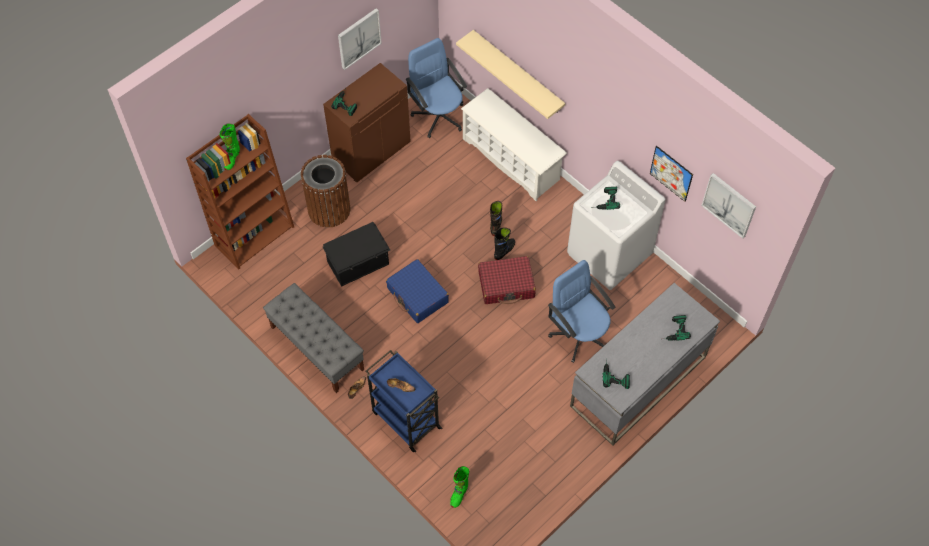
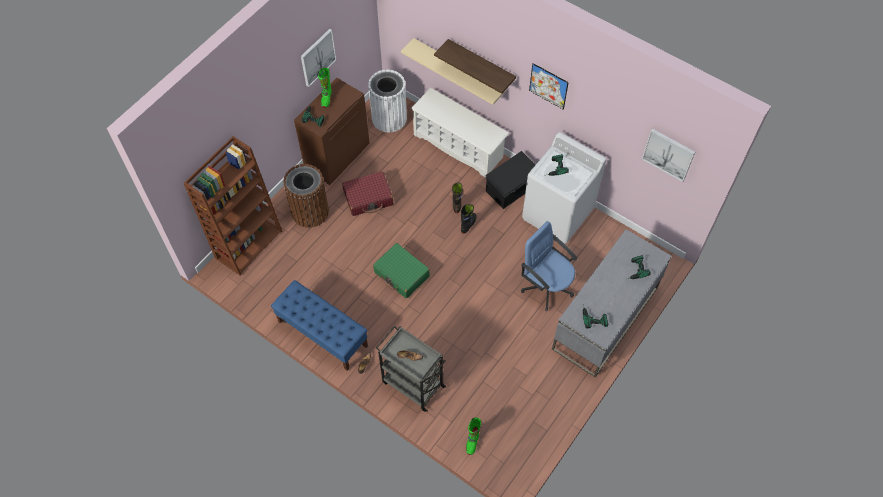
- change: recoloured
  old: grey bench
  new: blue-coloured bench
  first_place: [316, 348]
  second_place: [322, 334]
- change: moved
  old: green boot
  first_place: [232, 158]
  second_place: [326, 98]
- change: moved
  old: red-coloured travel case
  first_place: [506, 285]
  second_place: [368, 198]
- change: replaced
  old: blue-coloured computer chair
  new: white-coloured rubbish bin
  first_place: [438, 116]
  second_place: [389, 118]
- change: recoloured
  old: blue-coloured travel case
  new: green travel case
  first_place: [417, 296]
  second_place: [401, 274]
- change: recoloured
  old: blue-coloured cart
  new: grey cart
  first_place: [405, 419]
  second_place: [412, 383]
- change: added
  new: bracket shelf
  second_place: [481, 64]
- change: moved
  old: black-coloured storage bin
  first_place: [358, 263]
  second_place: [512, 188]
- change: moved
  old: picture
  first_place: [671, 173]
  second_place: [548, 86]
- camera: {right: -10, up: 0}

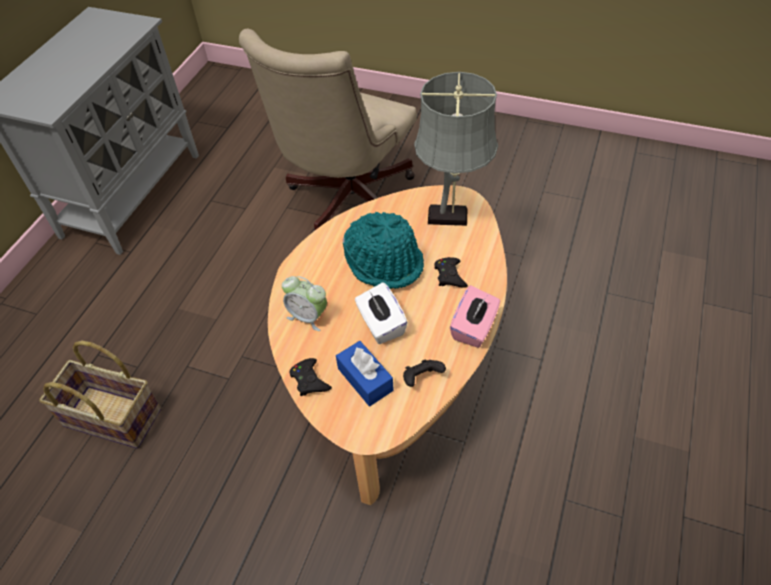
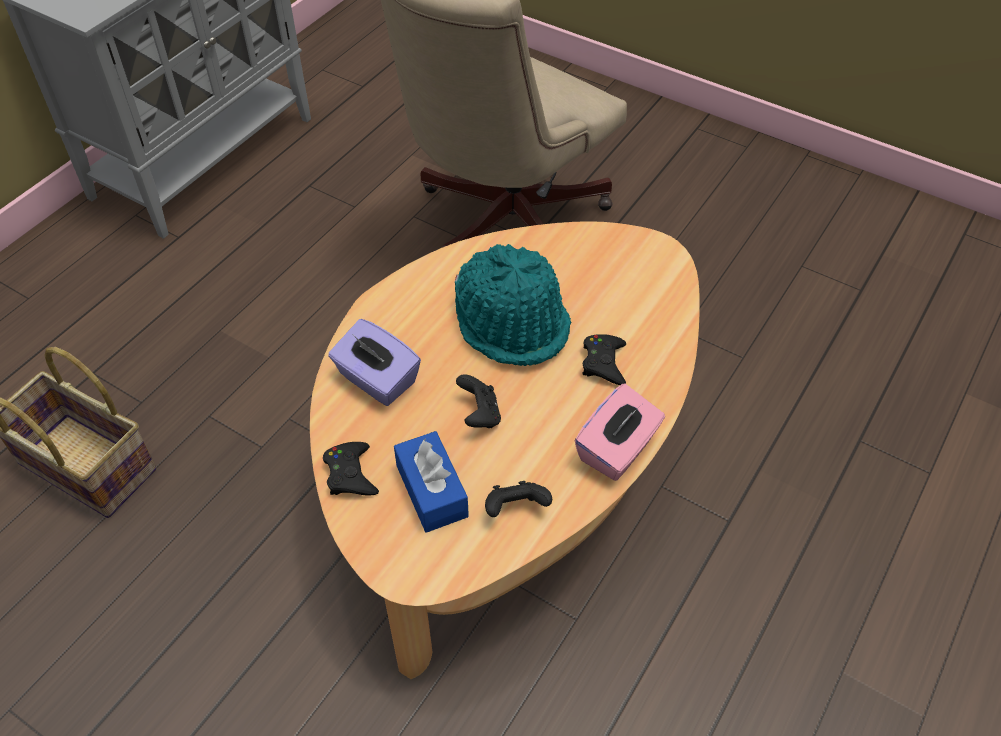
- change: replaced
  old: bedside clock
  new: purplish box of tissues
  first_place: [308, 316]
  second_place: [377, 380]
- change: replaced
  old: white-coloured box of tissues
  new: black-coloured joypad
  first_place: [381, 325]
  second_place: [479, 415]
- change: removed
  old: grey tabletop lamp
  first_place: [452, 217]
- camera: {right: 10, up: 0}

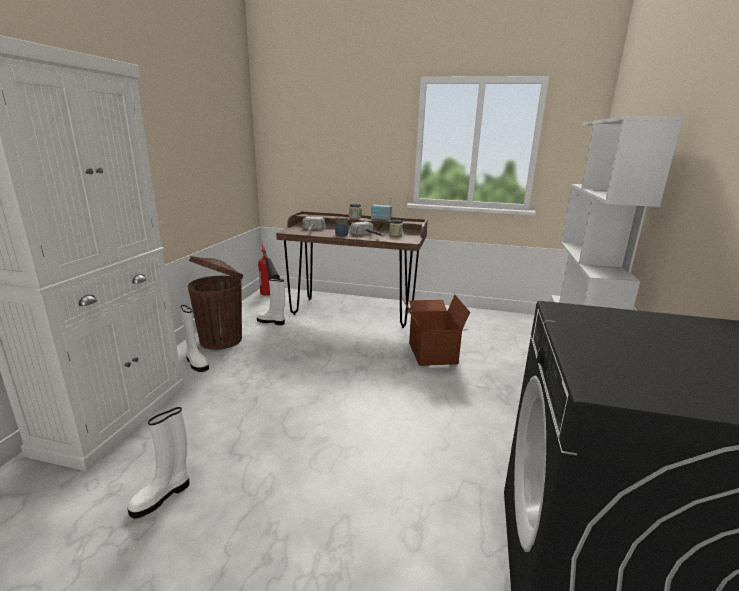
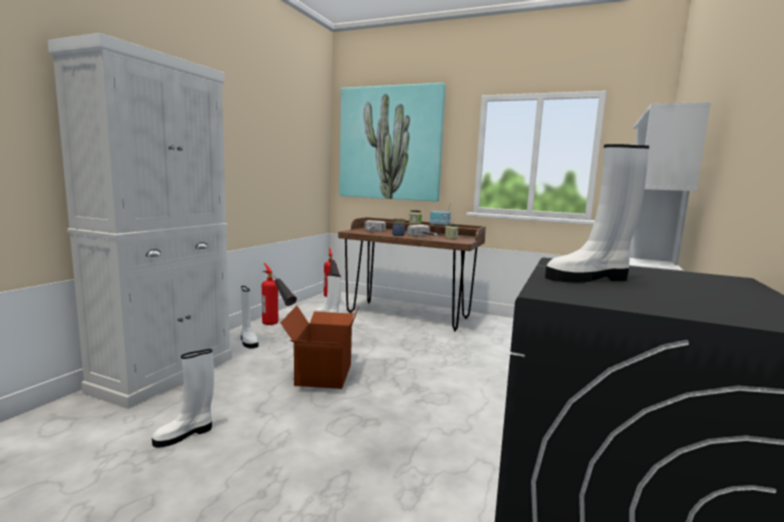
- change: replaced
  old: brown-coloured rubbish bin
  new: fire-fighting cylinder
  first_place: [222, 339]
  second_place: [277, 326]
- change: moved
  old: cardboard box
  first_place: [431, 353]
  second_place: [322, 374]
- change: added
  new: picture
  second_place: [390, 143]
- change: added
  new: white-coloured boot
  second_place: [589, 278]
- camera: {right: 10, up: -10}

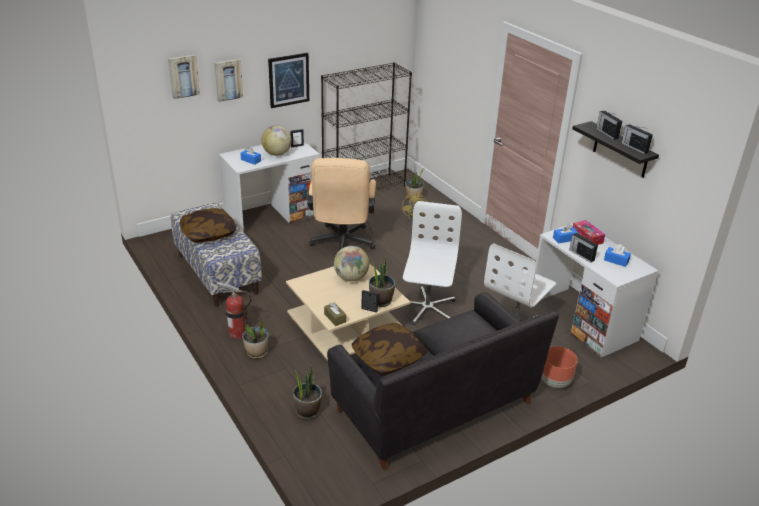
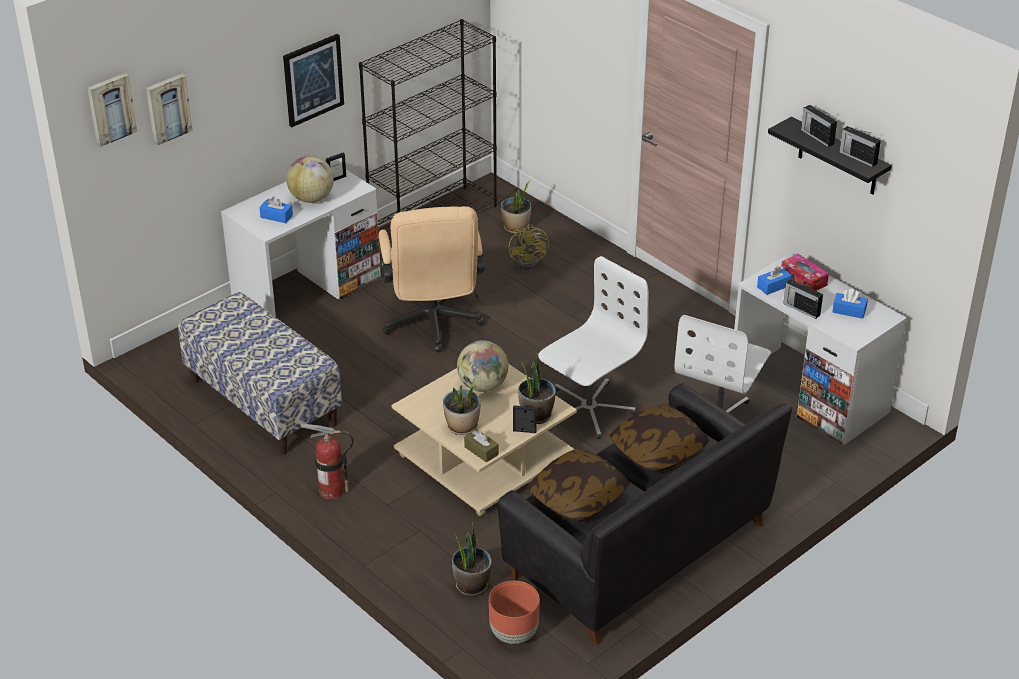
- change: moved
  old: picture
  first_place: [228, 79]
  second_place: [111, 108]
- change: moved
  old: houseplant
  first_place: [257, 353]
  second_place: [462, 427]
- change: moved
  old: brown-coloured flower pot
  first_place: [554, 383]
  second_place: [514, 634]
- change: turned
  old: white-coloured computer chair
  first_place: [426, 308]
  second_place: [588, 409]
  degrees: 45
- change: moved
  old: throw pillow
  first_place: [208, 234]
  second_place: [658, 451]
- camera: {right: -10, up: 5}

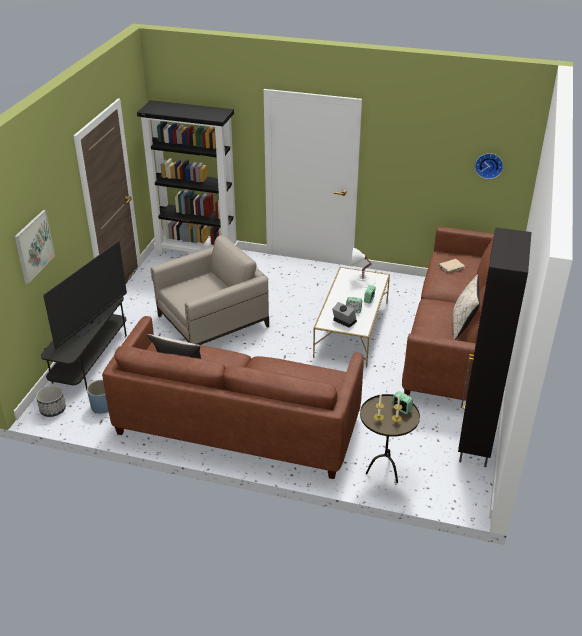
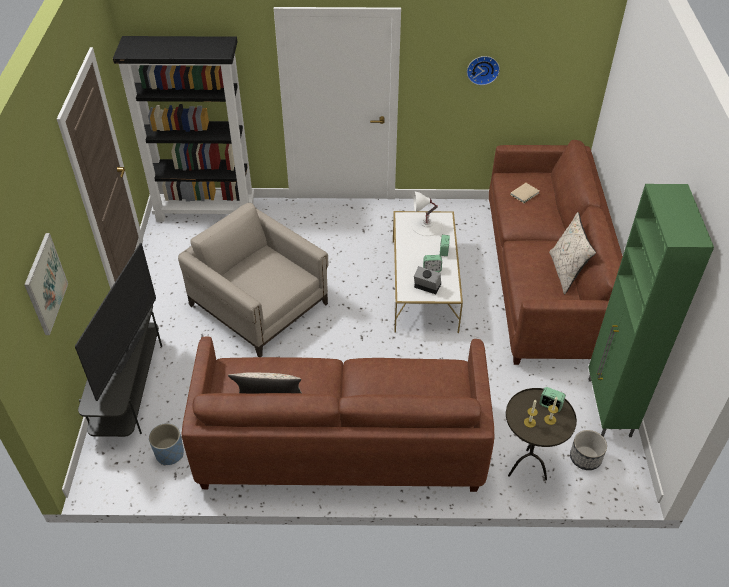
- change: turned
  old: beige-coloured lounge chair
  first_place: [212, 321]
  second_place: [259, 305]
  degrees: -90
- change: moved
  old: hanging clock
  first_place: [489, 165]
  second_place: [482, 69]
- change: moved
  old: flower pot
  first_place: [53, 409]
  second_place: [585, 458]
- change: recoloured
  old: black-coloured cabinet
  new: green cabinet
  first_place: [474, 443]
  second_place: [608, 408]
- camera: {right: -15, up: 10}

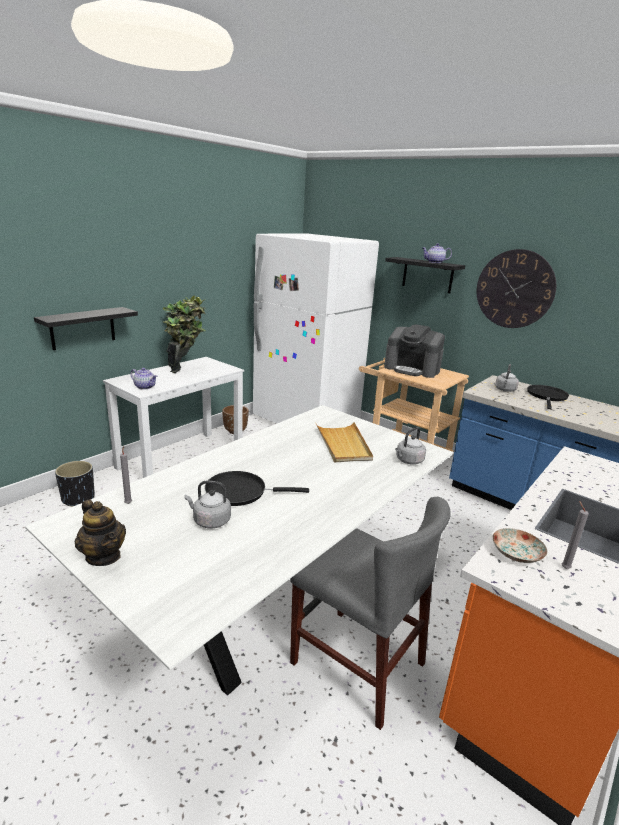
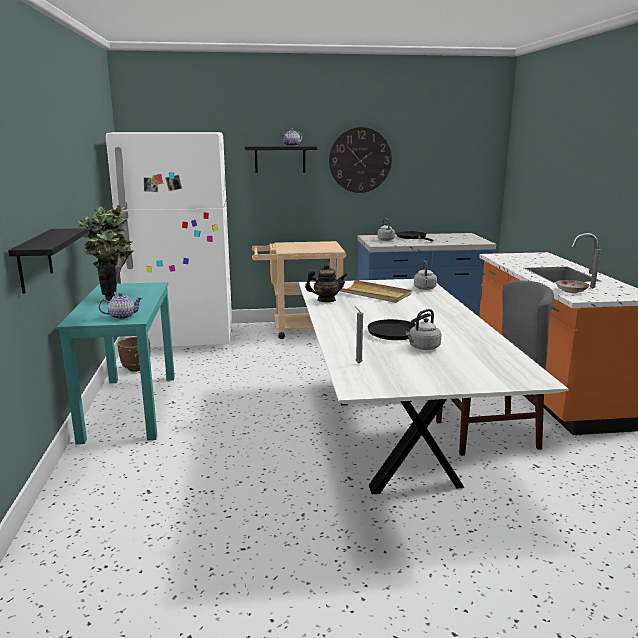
- change: recoloured
  old: white-coloured desk unit
  new: blue-green desk unit
  first_place: [181, 458]
  second_place: [131, 406]
- change: moved
  old: tea pot
  first_place: [103, 556]
  second_place: [326, 300]
- change: removed
  old: black-coloured flower pot
  first_place: [78, 498]
- change: removed
  old: coffee maker
  first_place: [412, 369]
- camera: {right: -45, up: -5}

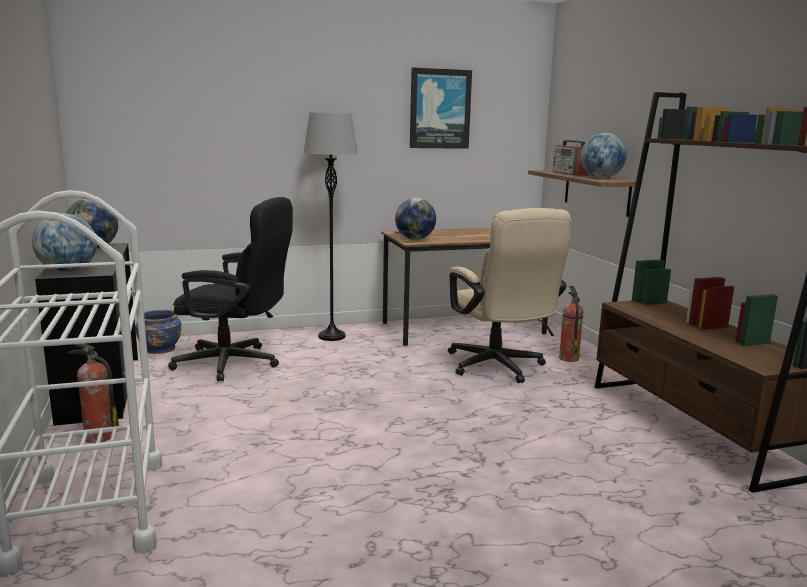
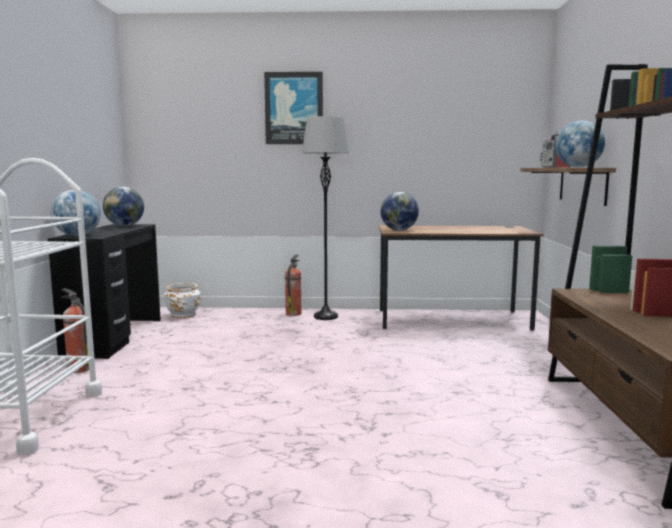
- change: recoloured
  old: blue-coloured flower pot
  new: white-coloured flower pot
  first_place: [160, 349]
  second_place: [183, 314]
- change: moved
  old: picture
  first_place: [440, 109]
  second_place: [294, 108]
- change: moved
  old: fire-fighting cylinder
  first_place: [568, 358]
  second_place: [293, 313]
- change: removed
  old: black-coloured computer chair
  first_place: [236, 363]
- change: removed
  old: beige-coloured computer chair
  first_place: [499, 368]
- camera: {right: 20, up: -5}

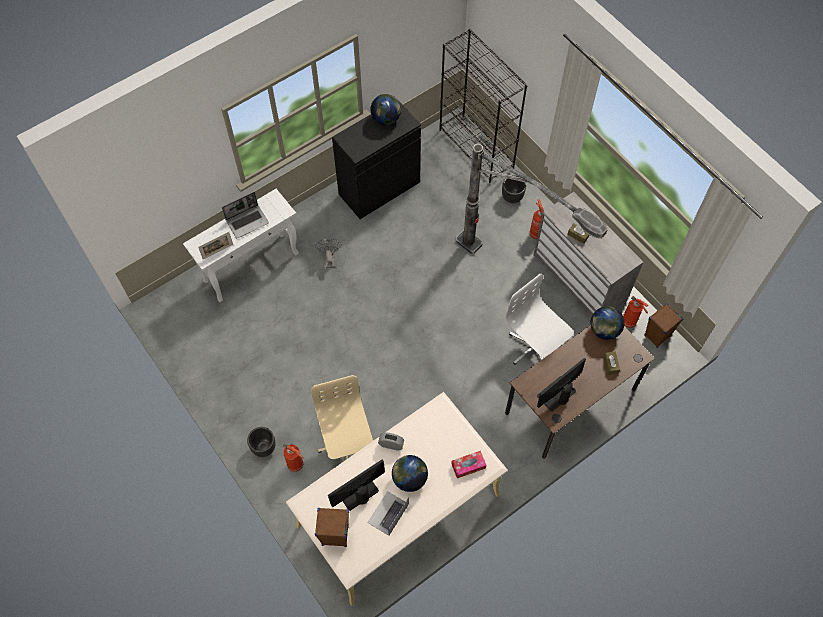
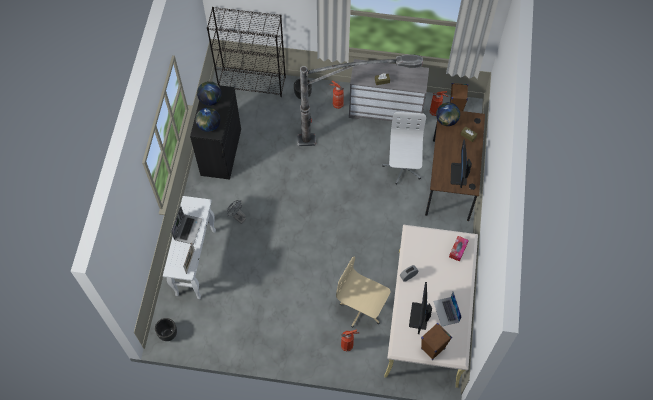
- change: moved
  old: black-coloured flower pot
  first_place: [263, 447]
  second_place: [168, 334]
- change: moved
  old: globe
  first_place: [409, 478]
  second_place: [209, 126]
- change: turned
  old: white-coloured computer chair
  first_place: [534, 348]
  second_place: [403, 167]
  degrees: 90
- camera: {right: -45, up: 0}

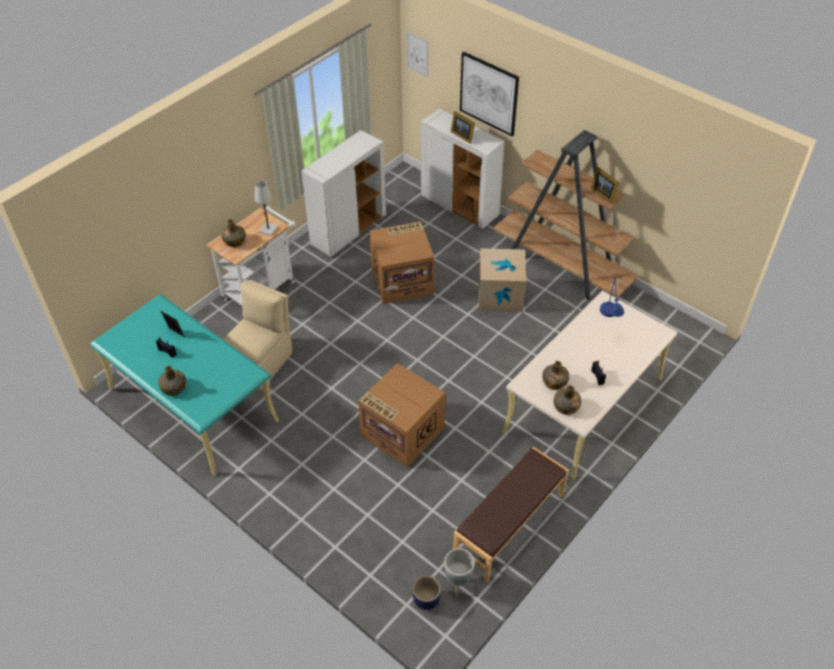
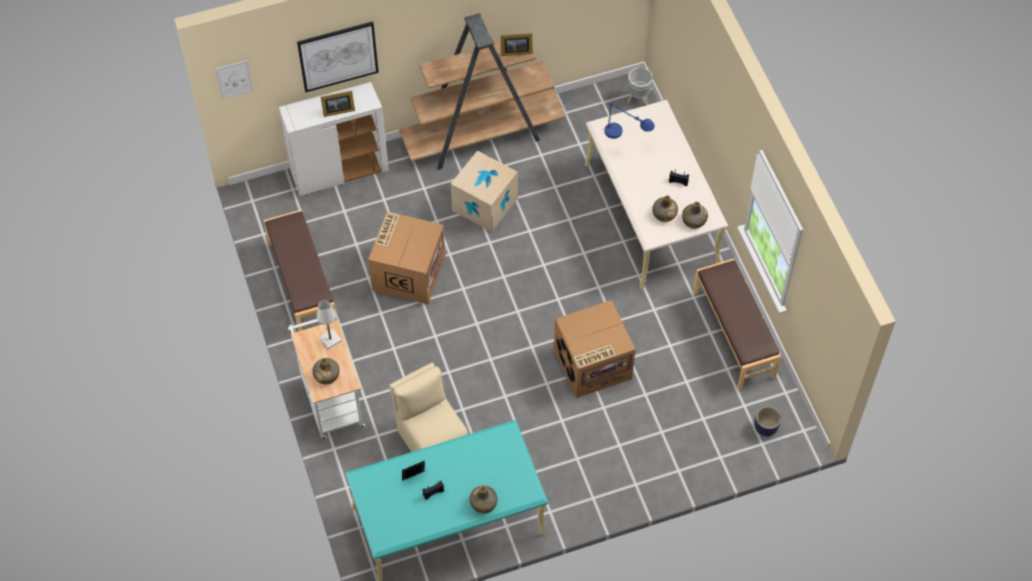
- change: replaced
  old: white-coloured cabinet
  new: brown-coloured bench
  first_place: [348, 230]
  second_place: [302, 284]
- change: moved
  old: grey flower pot
  first_place: [458, 583]
  second_place: [638, 99]
- camera: {right: -60, up: 10}

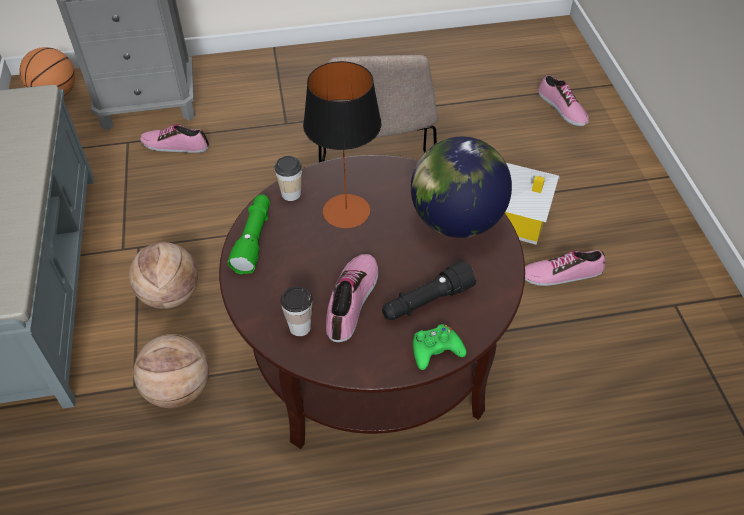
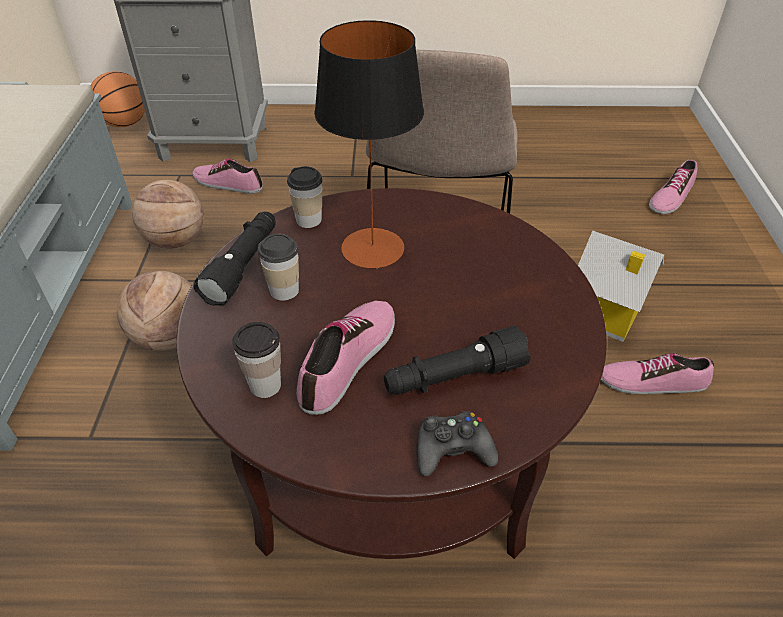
- change: moved
  old: ball for basketball
  first_place: [179, 390]
  second_place: [176, 241]
- change: recoloured
  old: green flashlight
  new: black-coloured flashlight
  first_place: [254, 239]
  second_place: [244, 266]
- change: added
  new: small cup
  second_place: [284, 290]
- change: recoloured
  old: green joypad
  new: black-coloured joypad
  first_place: [436, 350]
  second_place: [452, 449]
- change: turned
  old: shoe
  first_place: [561, 108]
  second_place: [671, 196]
  degrees: 60
- change: removed
  old: globe
  first_place: [456, 222]
- camera: {right: 10, up: -5}

